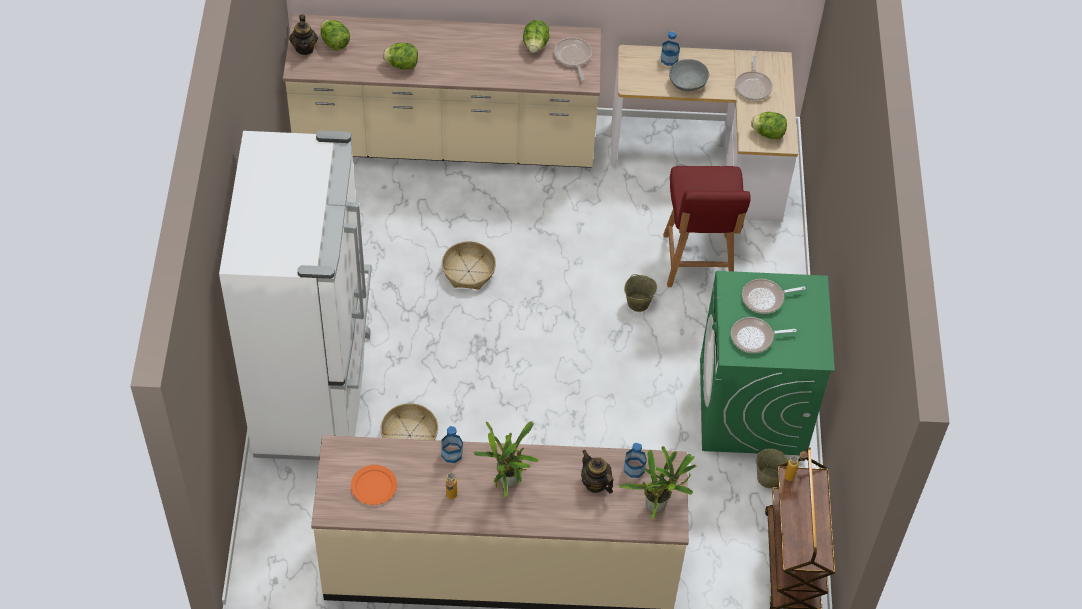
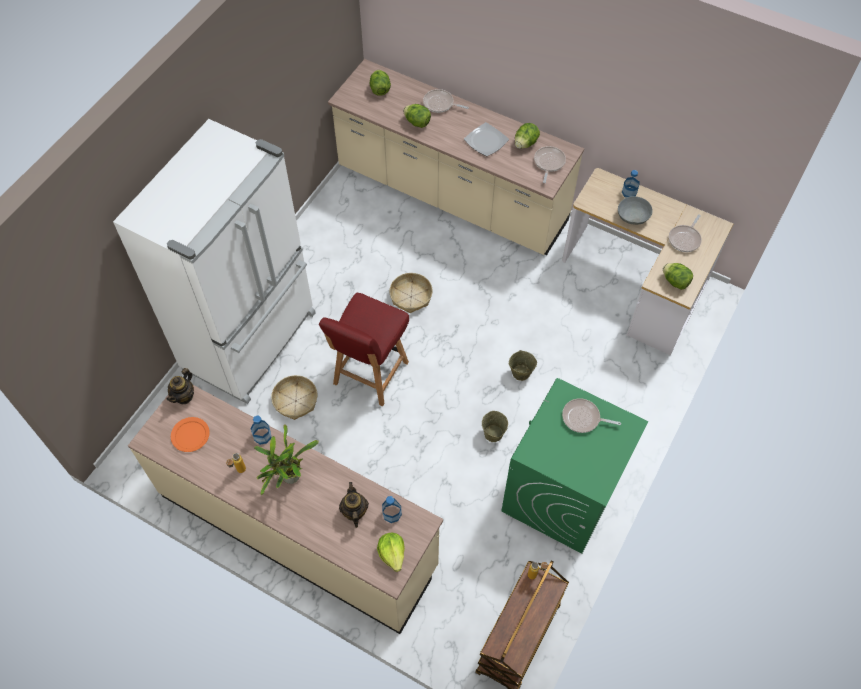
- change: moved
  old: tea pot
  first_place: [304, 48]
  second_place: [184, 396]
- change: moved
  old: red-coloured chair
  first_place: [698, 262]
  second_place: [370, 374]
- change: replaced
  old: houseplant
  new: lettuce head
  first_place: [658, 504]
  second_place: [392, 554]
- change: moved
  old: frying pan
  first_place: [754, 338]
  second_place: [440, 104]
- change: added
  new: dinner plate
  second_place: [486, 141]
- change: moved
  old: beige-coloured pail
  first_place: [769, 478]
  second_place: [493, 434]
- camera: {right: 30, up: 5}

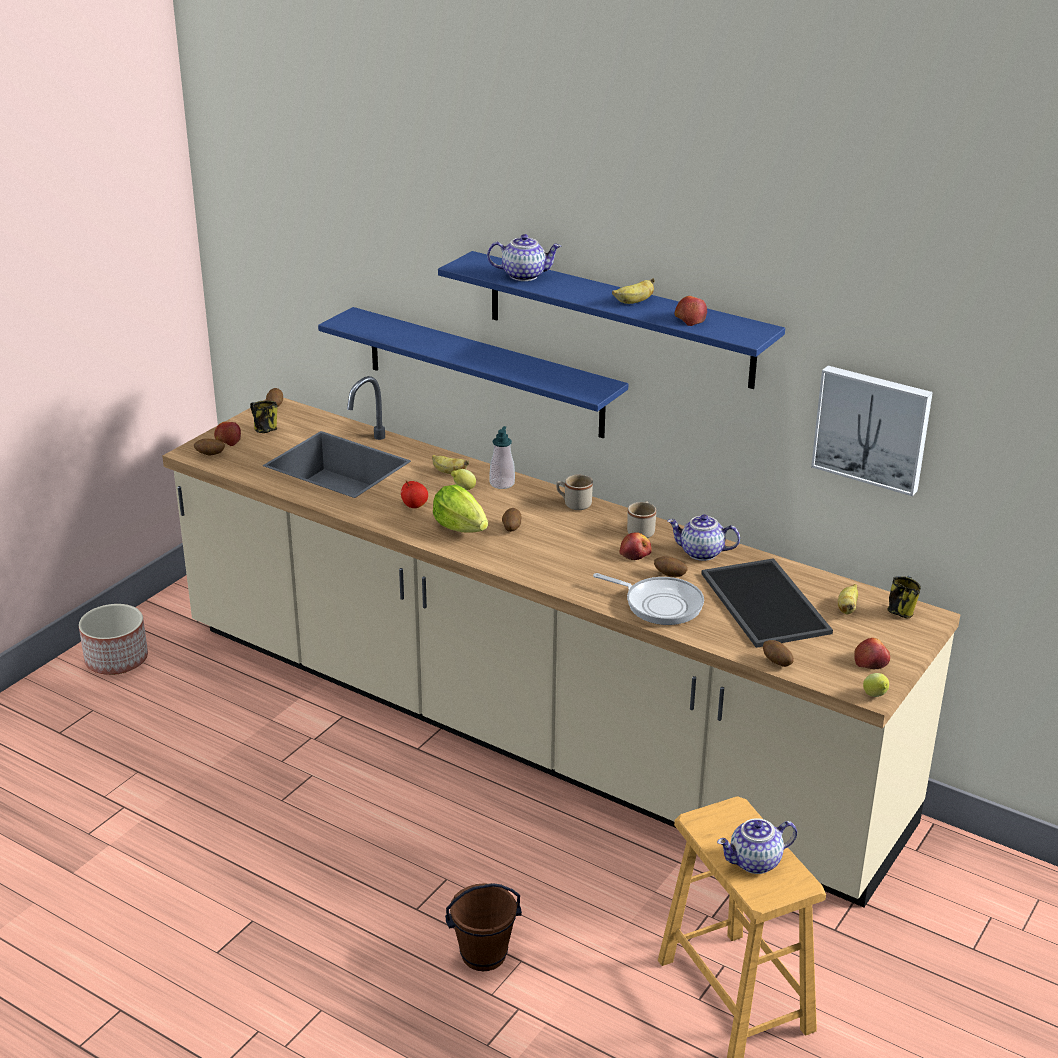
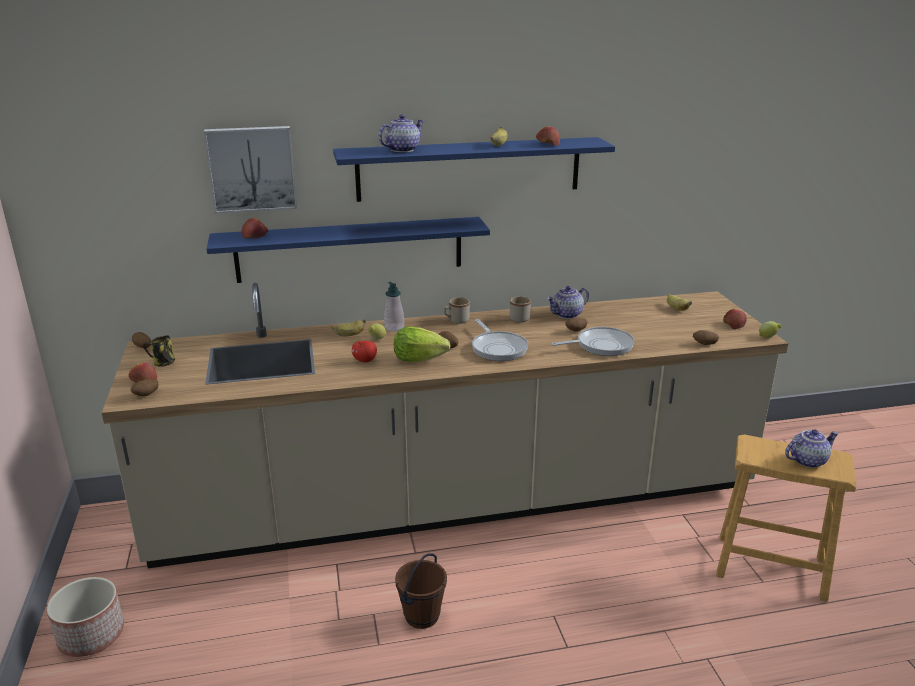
- change: moved
  old: picture
  first_place: [872, 428]
  second_place: [252, 168]
- change: moved
  old: apple
  first_place: [635, 553]
  second_place: [255, 235]
- change: moved
  old: brown-coloured pail
  first_place: [483, 954]
  second_place: [421, 616]
- change: added
  new: frying pan
  second_place: [498, 348]
- change: turned
  old: tea pot
  first_place: [755, 863]
  second_place: [807, 460]
  degrees: -135
- change: removed
  old: tray
  first_place: [767, 603]
- change: removed
  old: mug
  first_place: [901, 611]
- camera: {right: -45, up: -5}

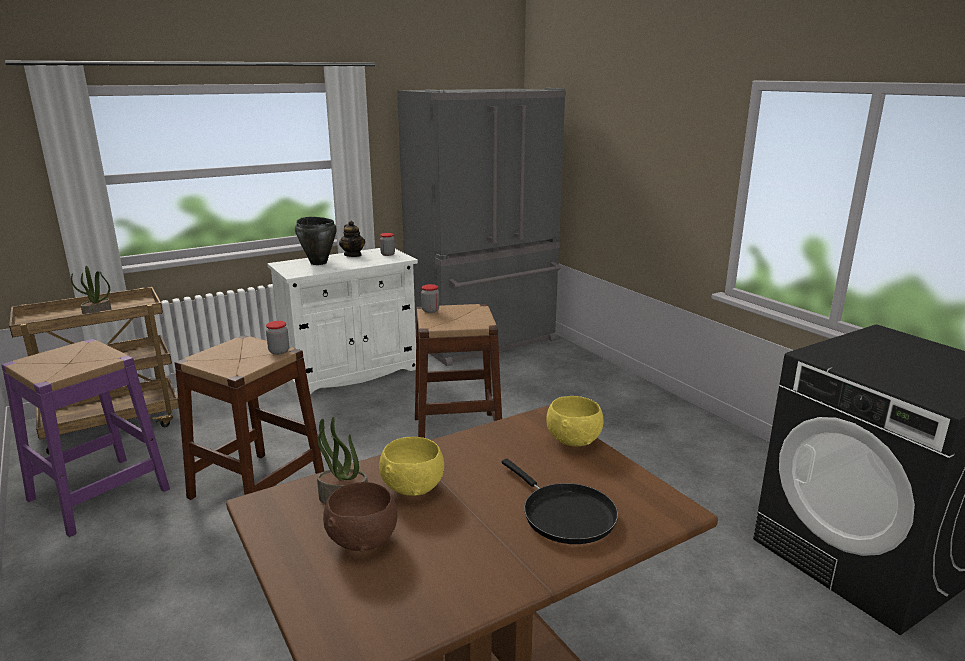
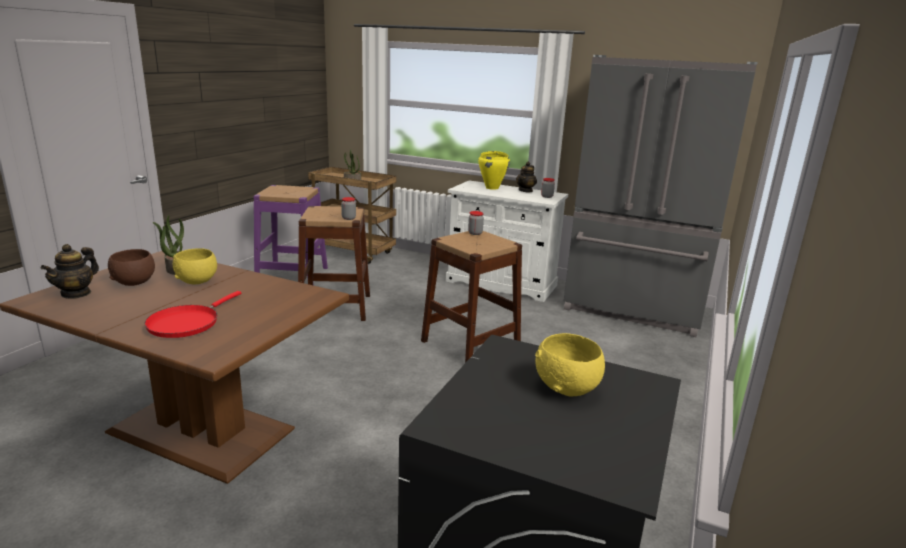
- change: added
  new: tea pot
  second_place: [76, 293]
- change: recoloured
  old: black-coloured frying pan
  new: red-coloured frying pan
  first_place: [564, 514]
  second_place: [187, 323]
- change: recoloured
  old: black-coloured cooking pot
  new: yellowish cooking pot
  first_place: [318, 263]
  second_place: [492, 188]
- change: moved
  old: yellowish serving bowl
  first_place: [574, 440]
  second_place: [567, 388]
- camera: {right: 55, up: 0}

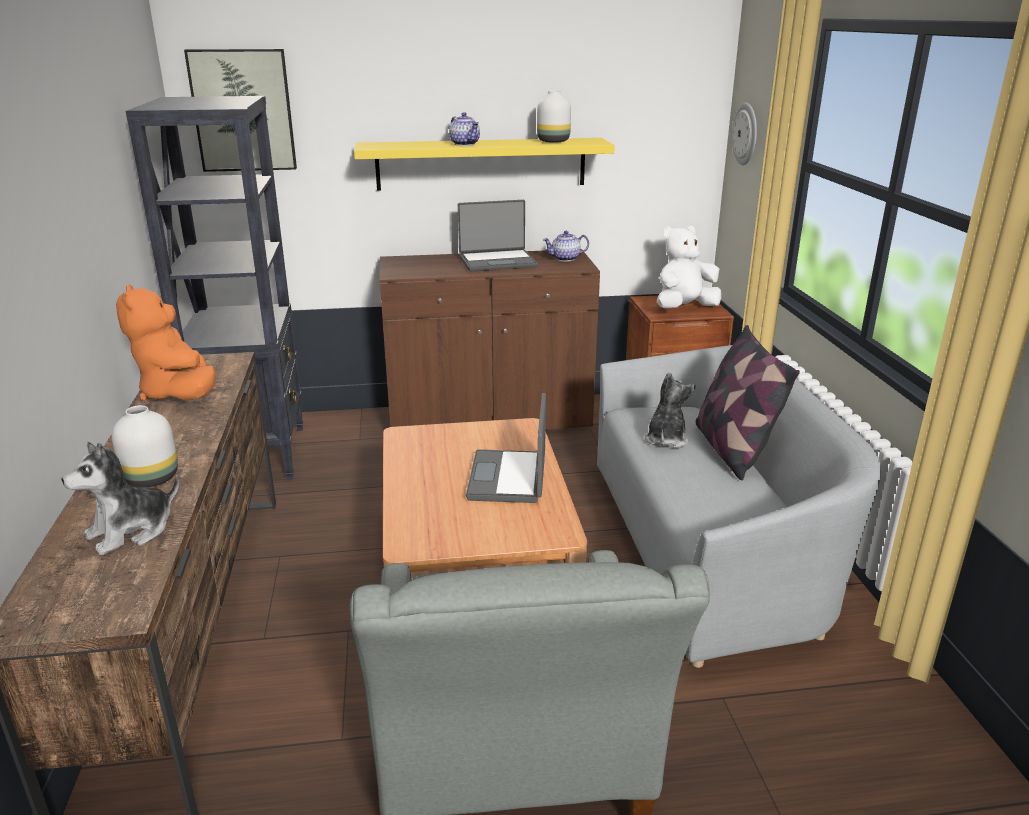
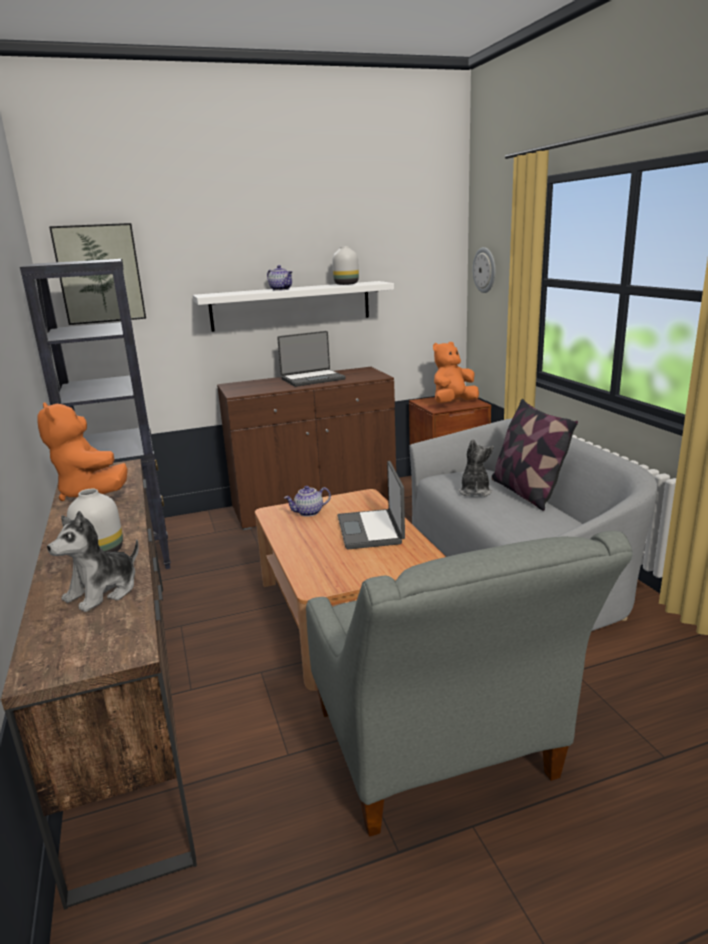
- change: recoloured
  old: yellowish bracket shelf
  new: white-coloured bracket shelf
  first_place: [481, 164]
  second_place: [291, 306]
- change: moved
  old: tea pot
  first_place: [565, 259]
  second_place: [309, 513]
- change: recoloured
  old: white-coloured soft toy
  new: orange soft toy
  first_place: [684, 308]
  second_place: [453, 403]
- camera: {right: -10, up: -5}

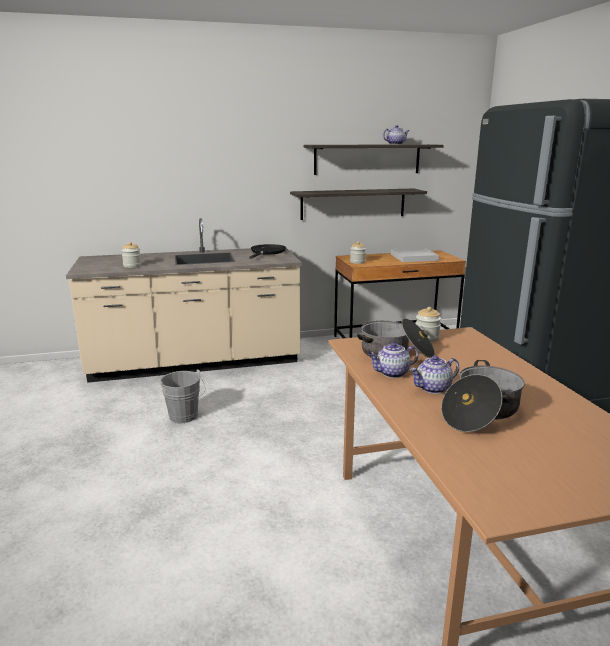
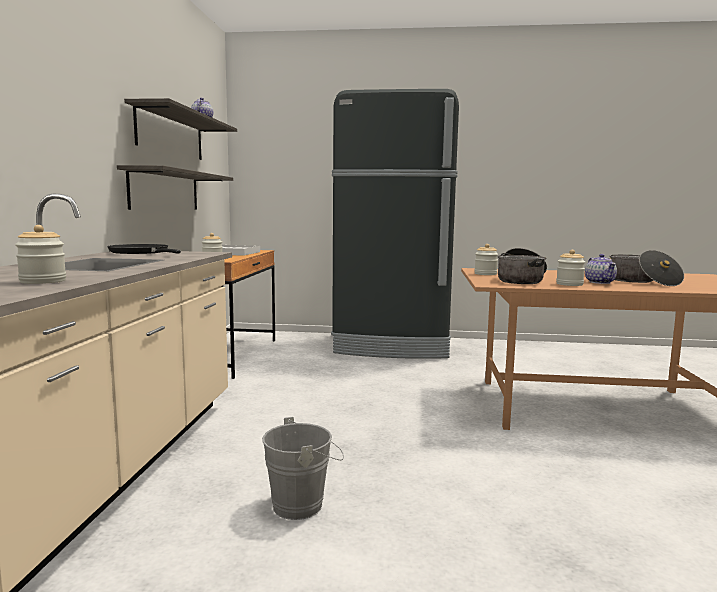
- change: replaced
  old: tea pot
  new: storage jar
  first_place: [392, 373]
  second_place: [569, 284]
- camera: {right: -70, up: -10}

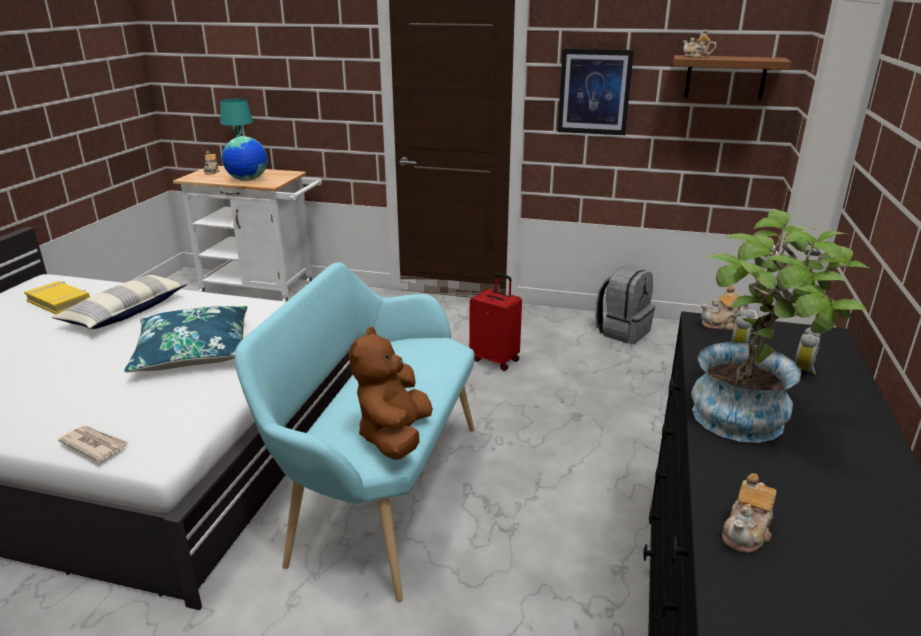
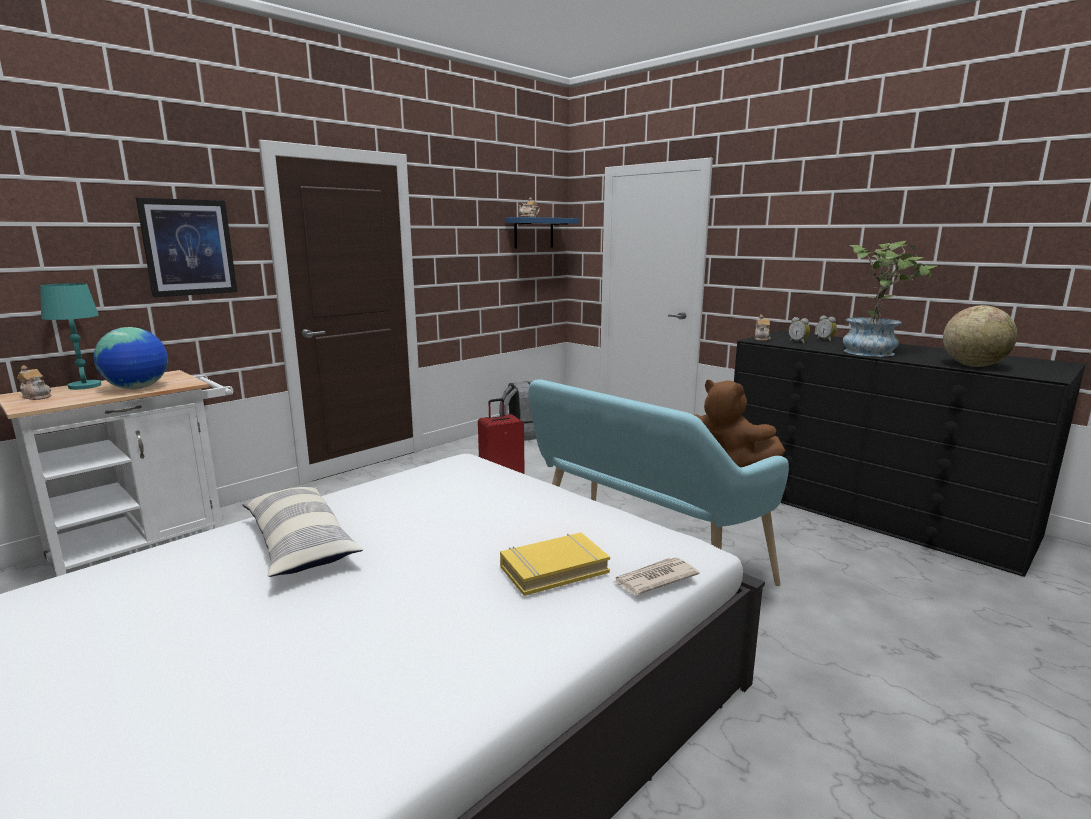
- change: moved
  old: picture
  first_place: [594, 92]
  second_place: [188, 247]
- change: moved
  old: yellowish volume
  first_place: [59, 301]
  second_place: [553, 569]
- change: recoloured
  old: brown-coloured bracket shelf
  new: blue-coloured bracket shelf
  first_place: [725, 77]
  second_place: [533, 233]
- change: replaced
  old: tea pot
  new: globe
  first_place: [746, 533]
  second_place: [973, 365]
- change: removed
  old: blue-coloured throw pillow
  first_place: [194, 352]
- camera: {right: -60, up: -10}

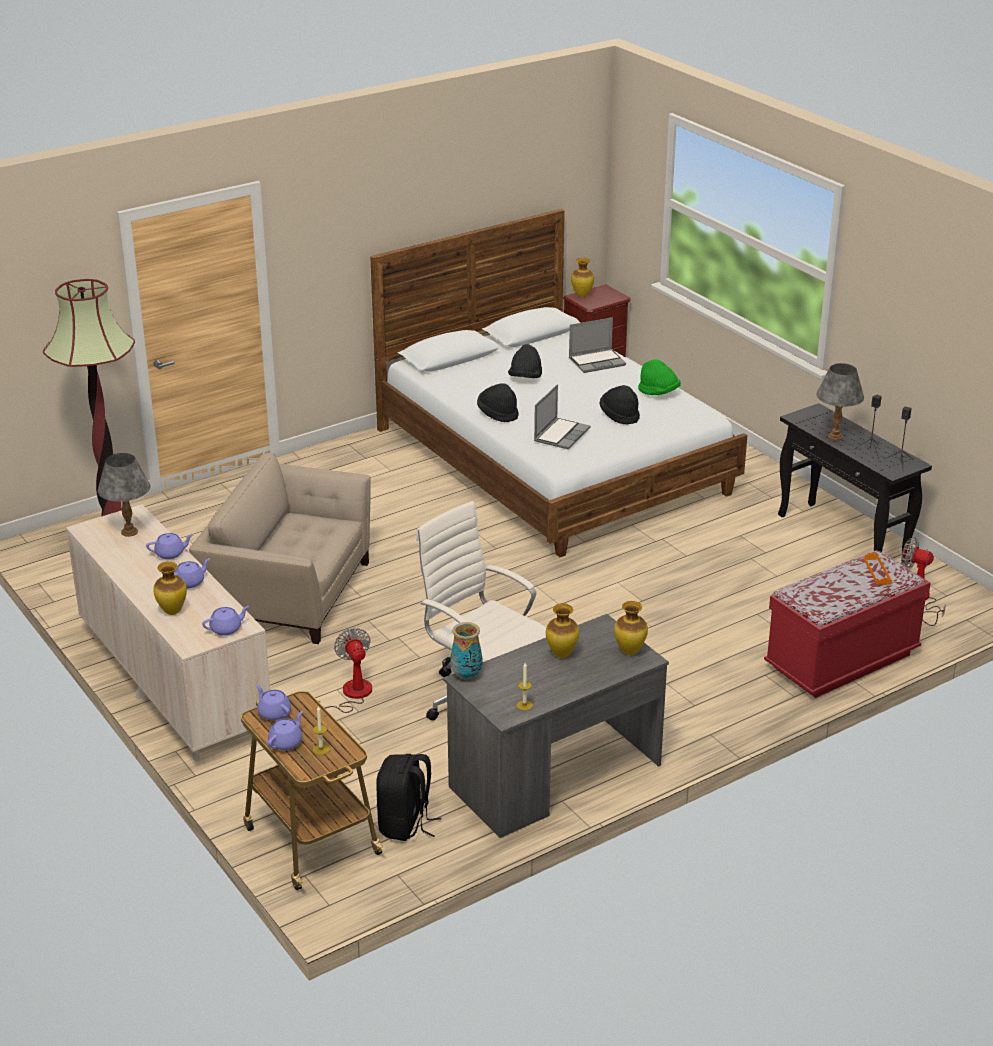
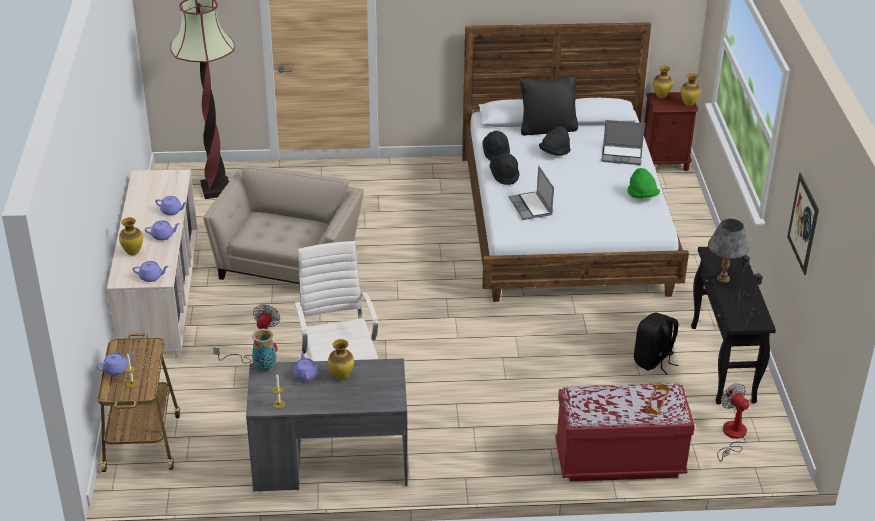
- change: turned
  old: beige-coloured lounge chair
  first_place: [289, 593]
  second_place: [289, 263]
  degrees: 60
- change: moved
  old: purplish tea pot
  first_place: [274, 712]
  second_place: [305, 375]
- change: moved
  old: black-coloured hat
  first_place: [619, 415]
  second_place: [496, 153]
- change: turned
  old: notebook computer
  first_place: [561, 434]
  second_place: [531, 207]
  degrees: 105
- change: added
  new: black-coloured throw pillow
  second_place: [547, 129]
- change: moved
  old: black-coloured rucksack
  first_place: [405, 825]
  second_place: [653, 361]
- change: moved
  old: flower vase
  first_place: [629, 652]
  second_place: [688, 104]
- change: added
  new: picture
  second_place: [803, 223]
- change: removed
  old: grey tabletop lamp
  first_place: [129, 532]
- camera: {right: 30, up: 5}

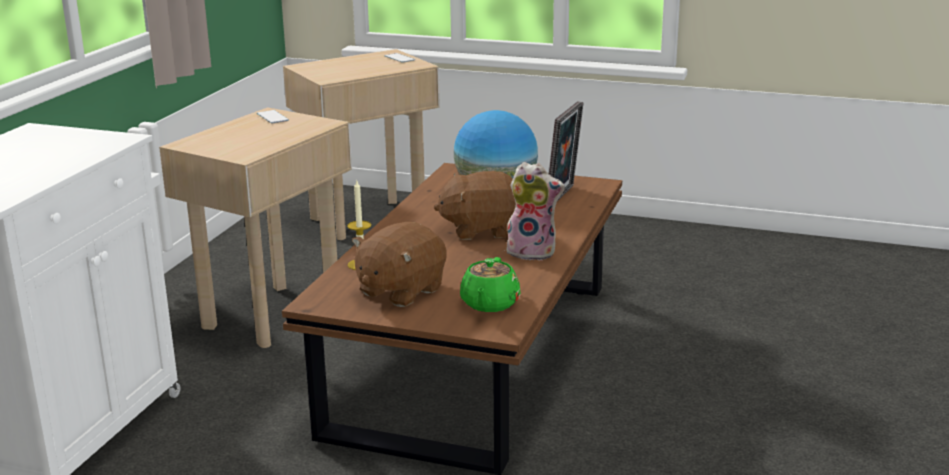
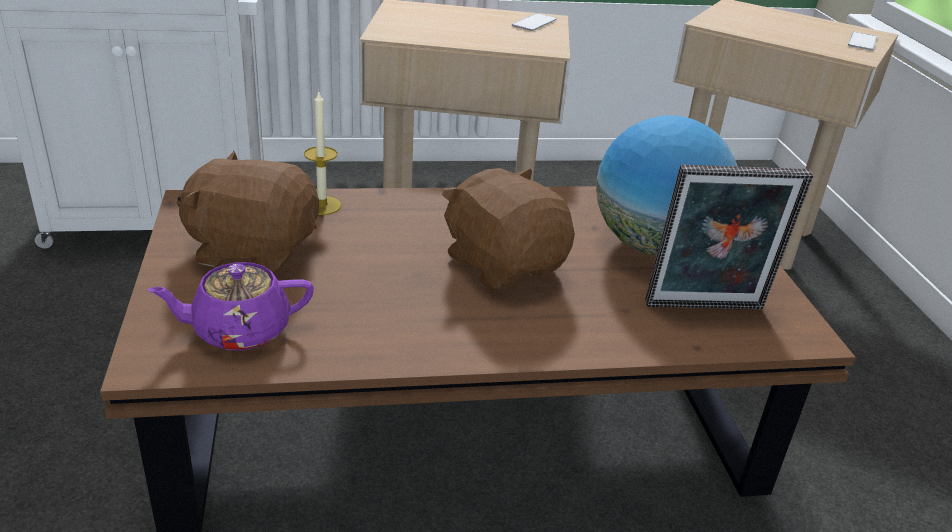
- change: recoloured
  old: green tea pot
  new: purplish tea pot
  first_place: [489, 304]
  second_place: [239, 330]
- change: removed
  old: soft toy
  first_place: [533, 252]
- camera: {right: 60, up: 10}

